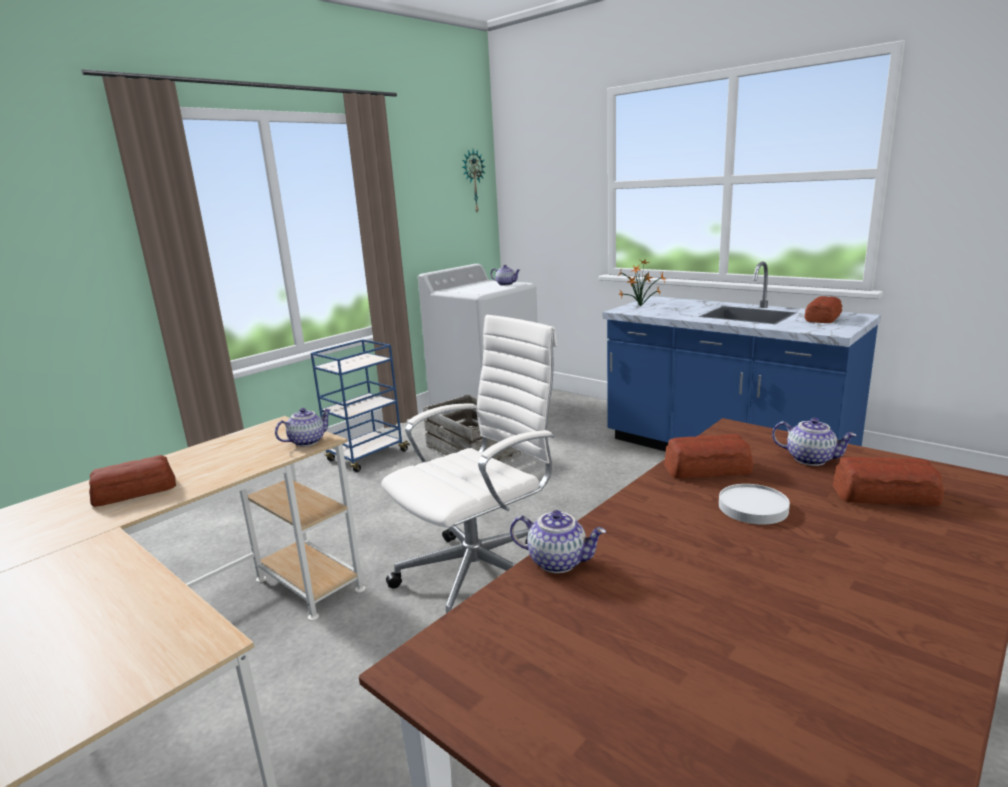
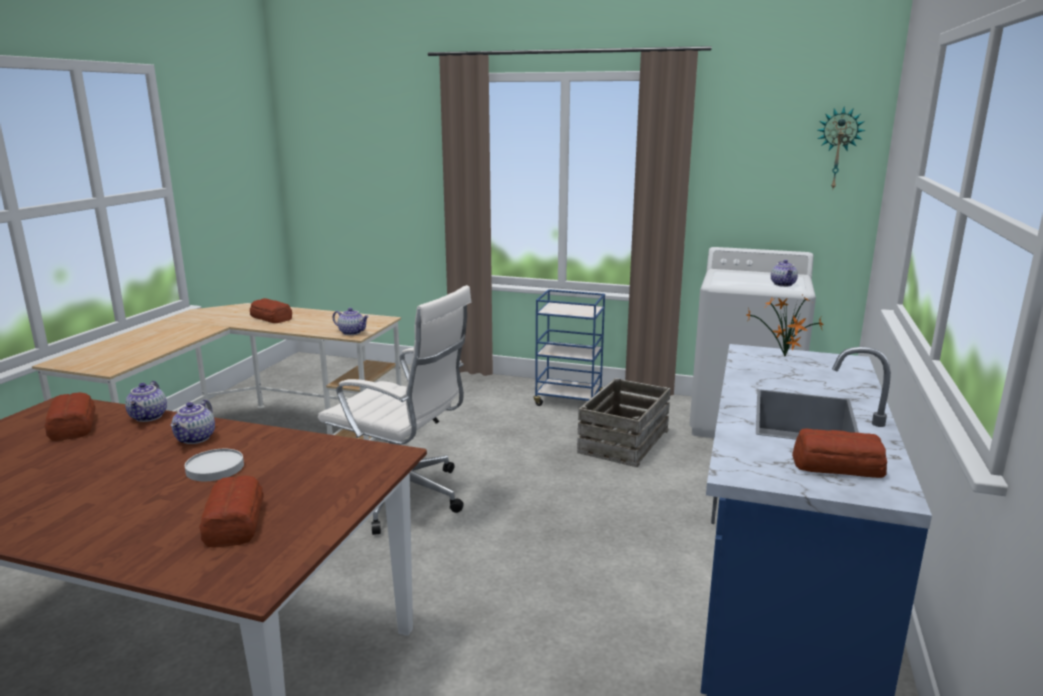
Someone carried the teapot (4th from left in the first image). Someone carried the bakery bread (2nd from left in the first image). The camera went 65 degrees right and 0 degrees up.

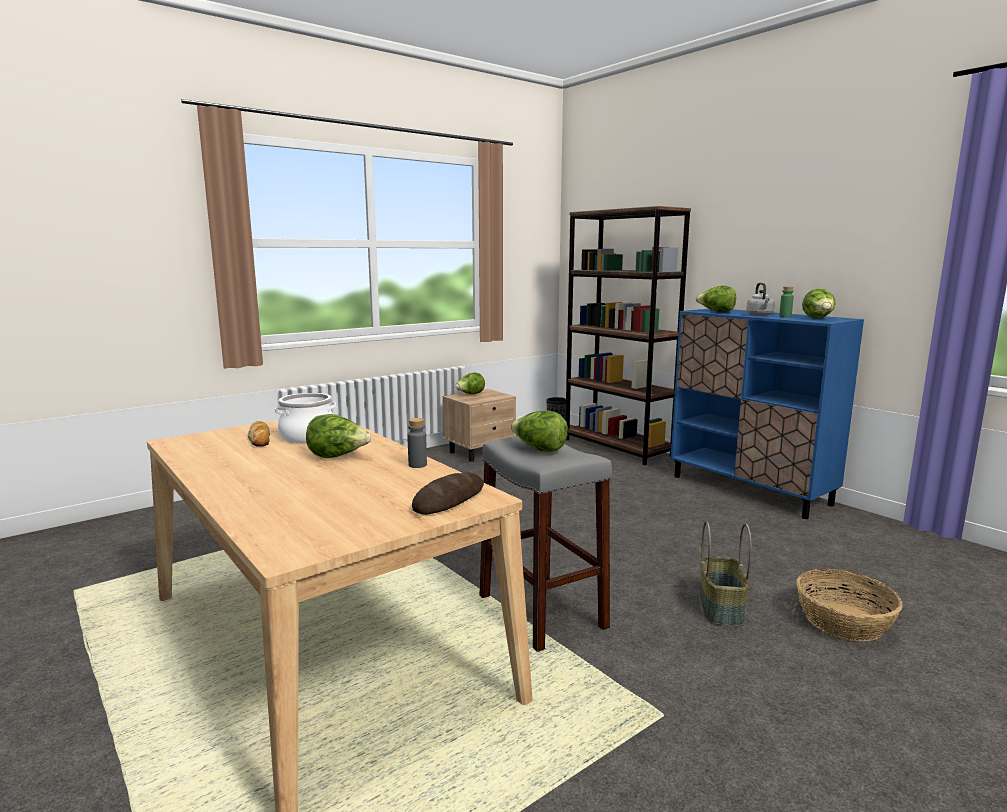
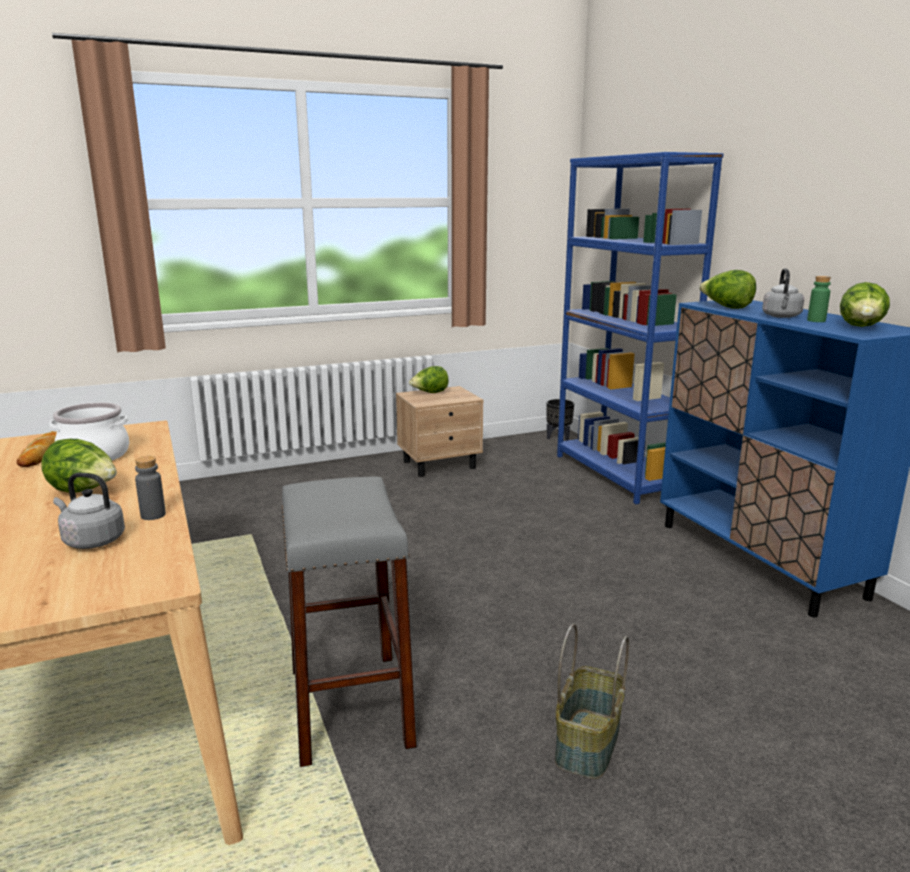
Someone repainted the brown-coloured bookcase, which became the blue-coloured bookcase. Someone took away the lettuce head (3rd from left). Someone took away the bakery bread (2nd from left). Someone took away the storage basket (2nd from left). Someone put down the grey kettle (1st from left). The camera went 15 degrees right and 5 degrees up.

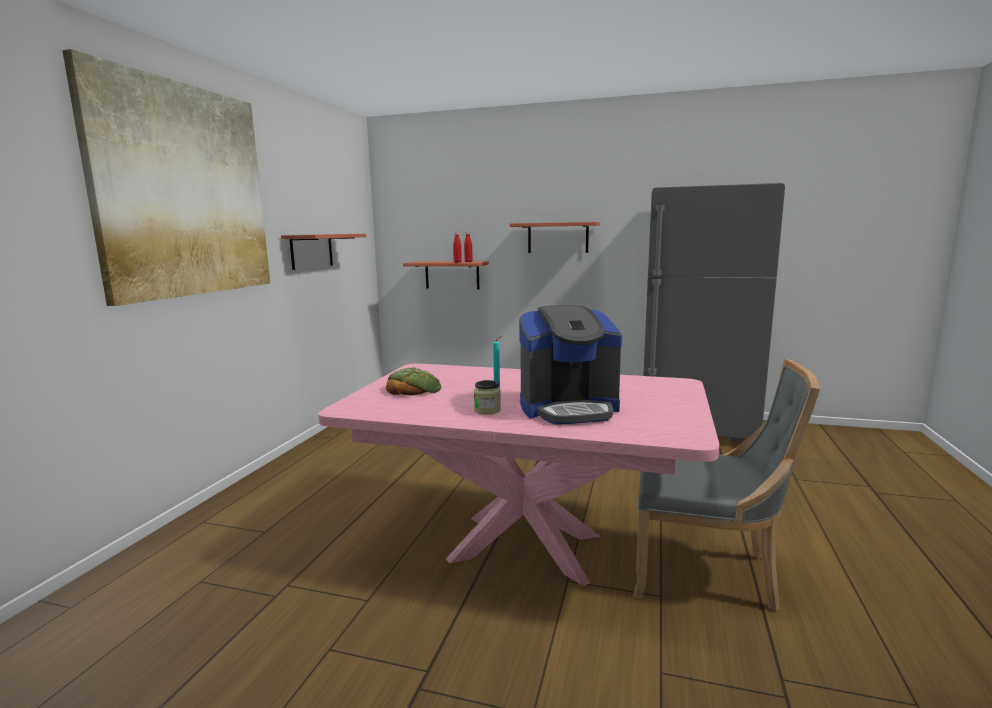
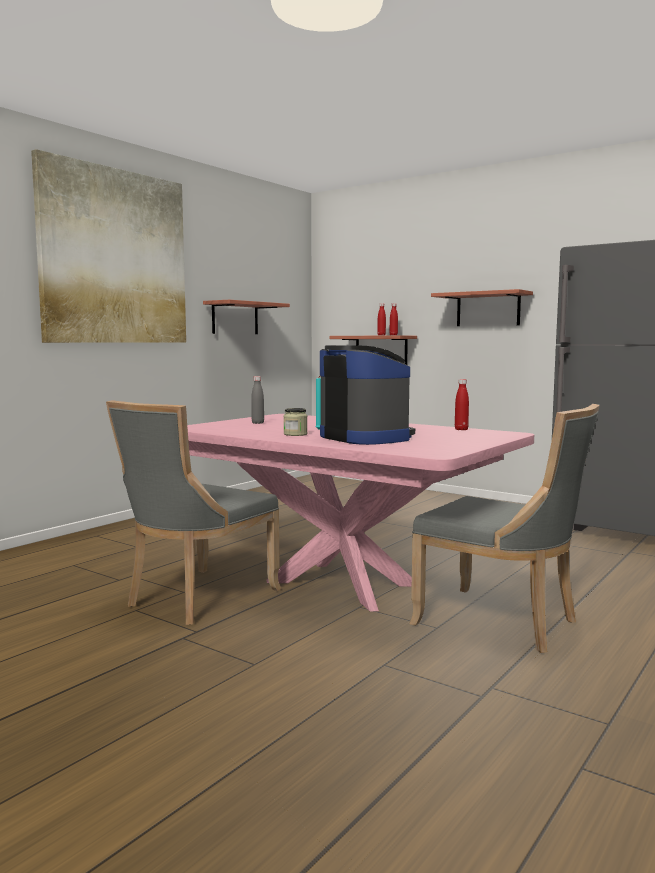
Someone rotated the coffee brewer by 135 degrees counterclockwise. Someone swapped the bakery bread for the grey beverage bottle. Someone put down the red beverage bottle (3rd from left). Someone put down the grey chair (1st from left). The camera went 20 degrees right and 5 degrees down.

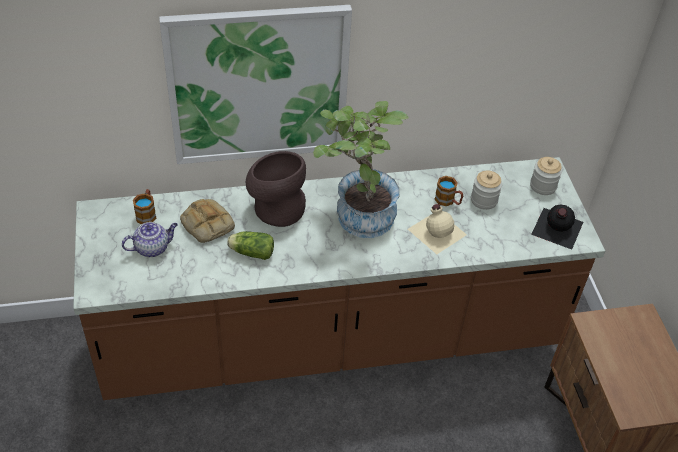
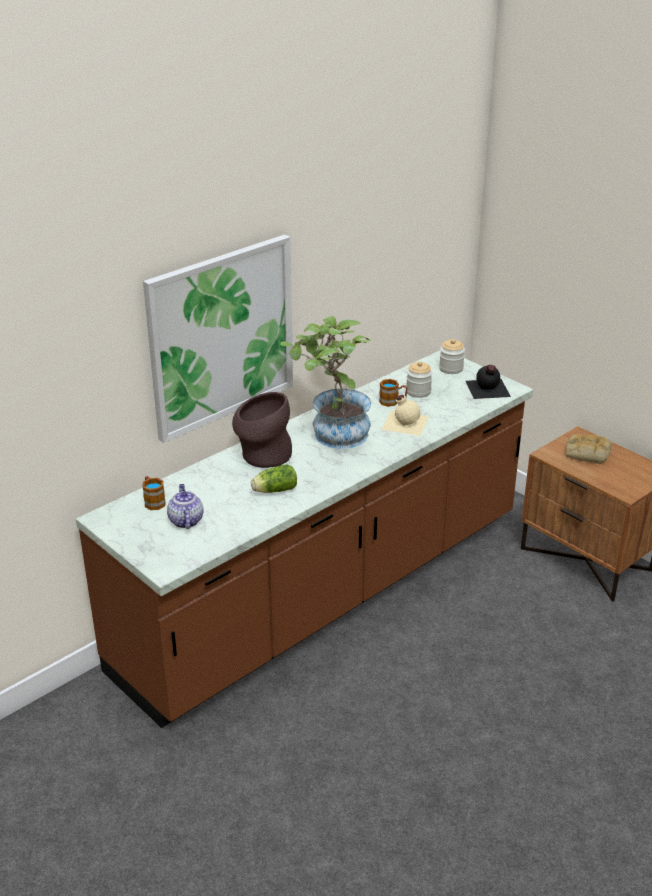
Someone carried the bakery bread. Someone rotated the teapot by 45 degrees counterclockwise. The camera went 30 degrees left and 15 degrees down.

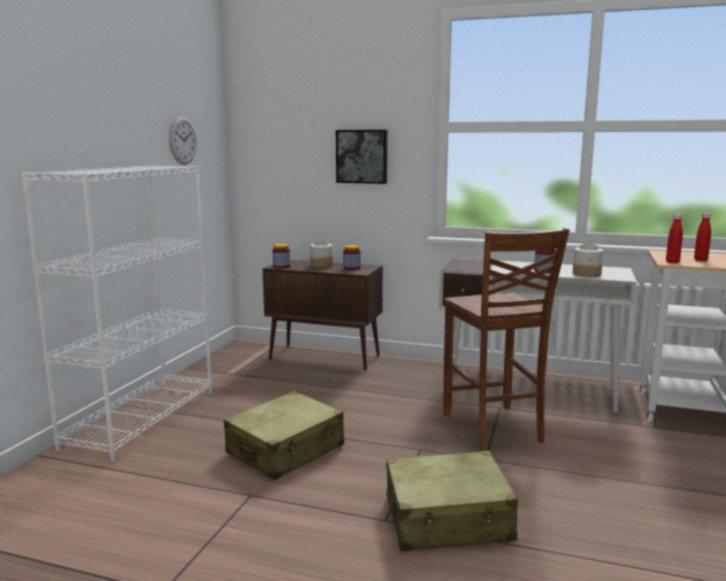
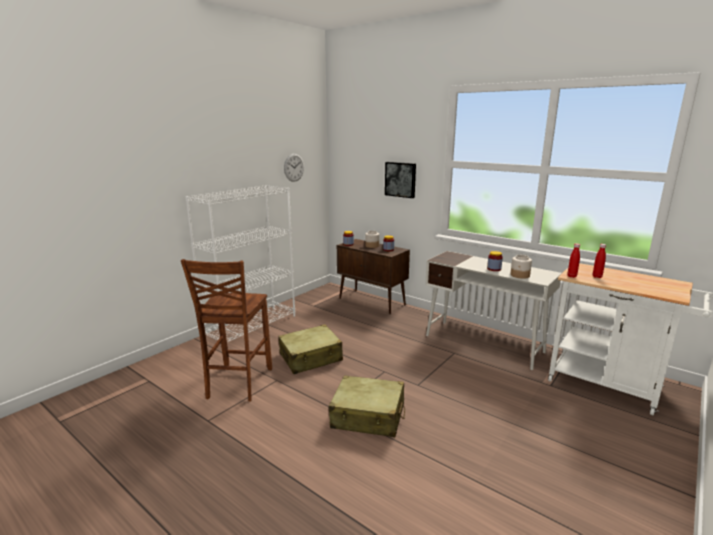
Someone carried the brown-coloured chair. The camera went 20 degrees right and 5 degrees up.

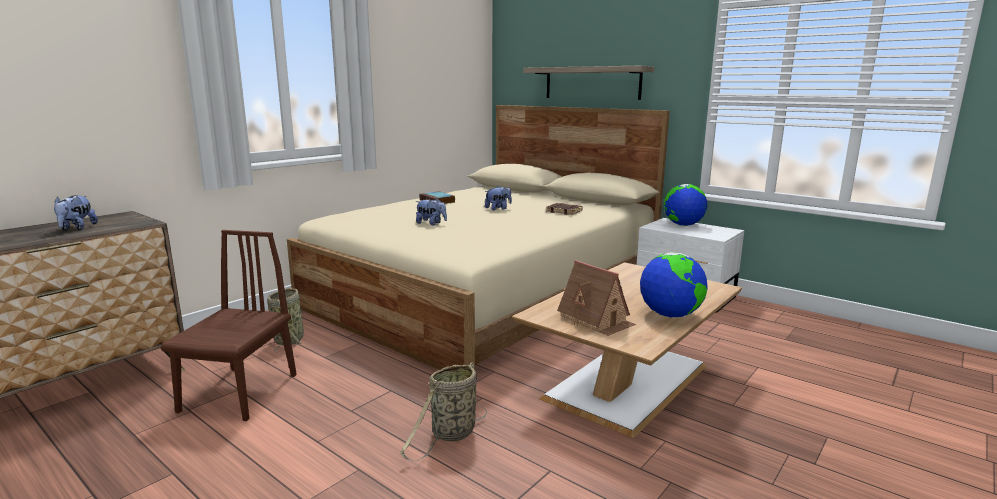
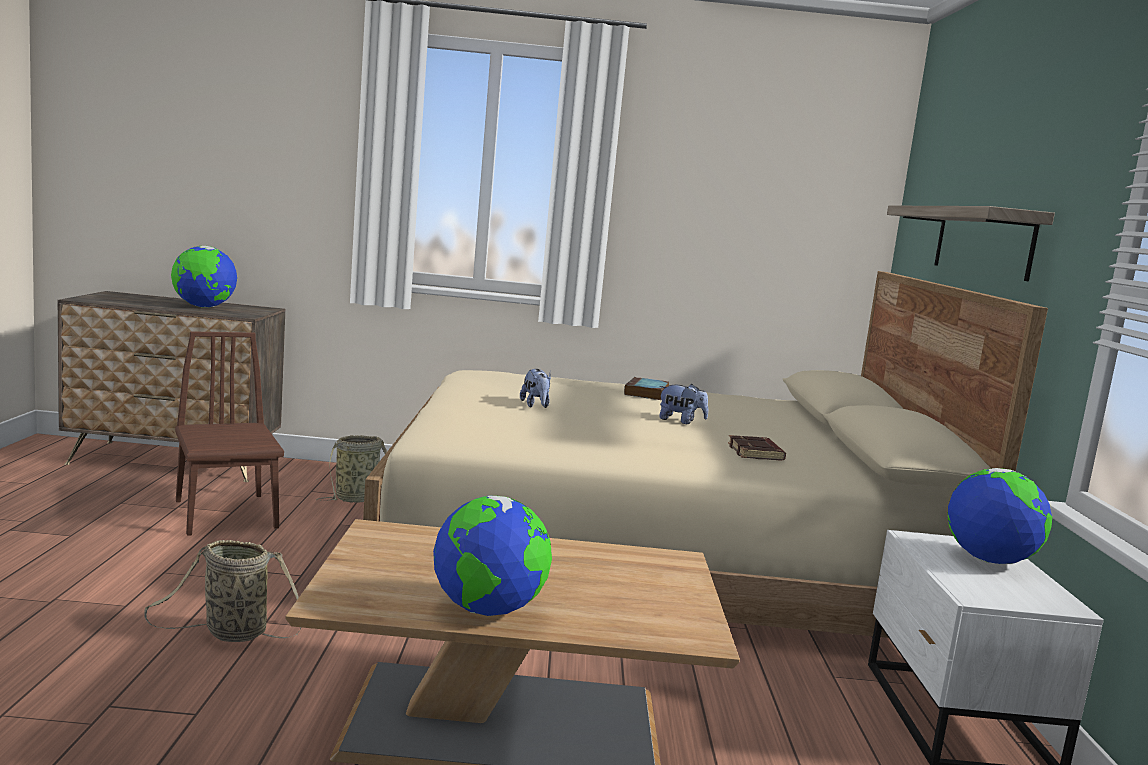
Someone swapped the cuddly toy (1st from left) for the desk globe (1st from left). Someone rotated the brown-coloured chair by 90 degrees counterclockwise. Someone took away the miniature house. The camera went 50 degrees right and 5 degrees down.

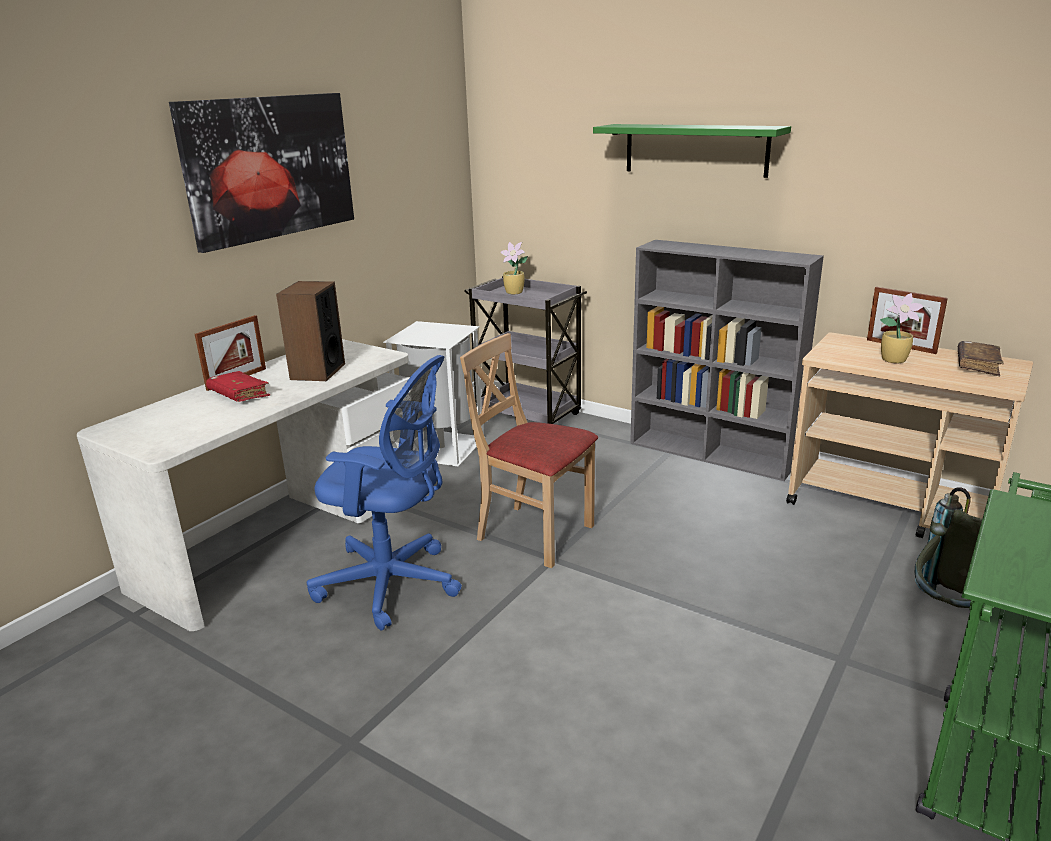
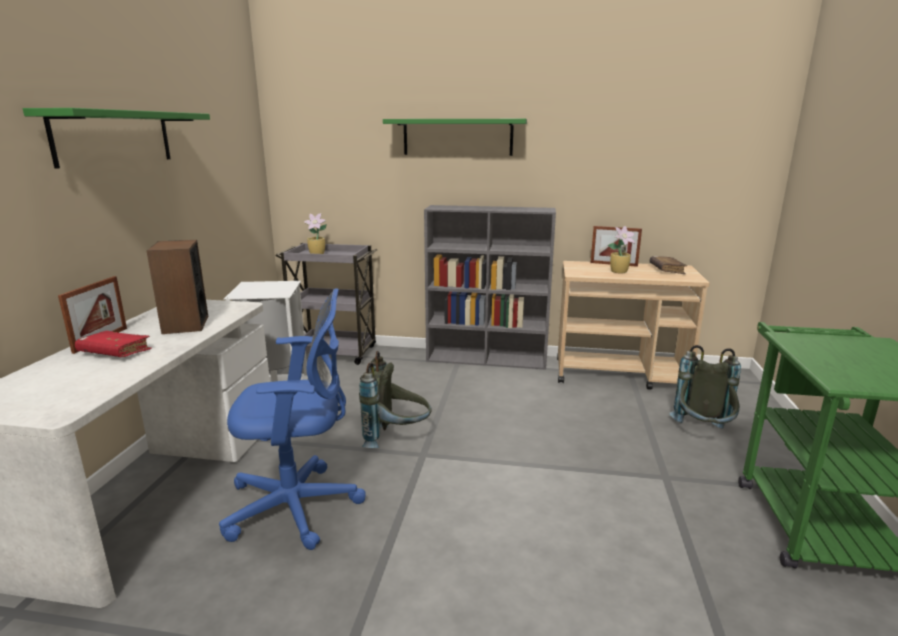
Someone swapped the wall picture for the greenish bracket shelf (1st from left). Someone swapped the sand-coloured chair for the grey rucksack (1st from left). The camera went 25 degrees left and 5 degrees down.

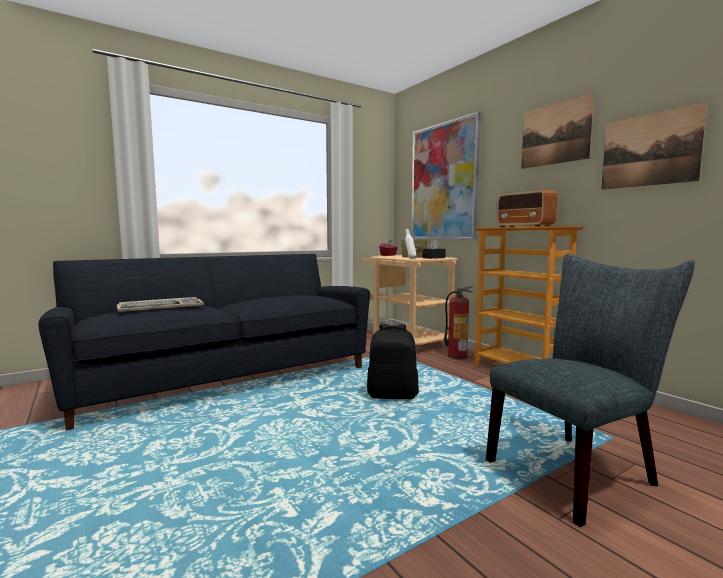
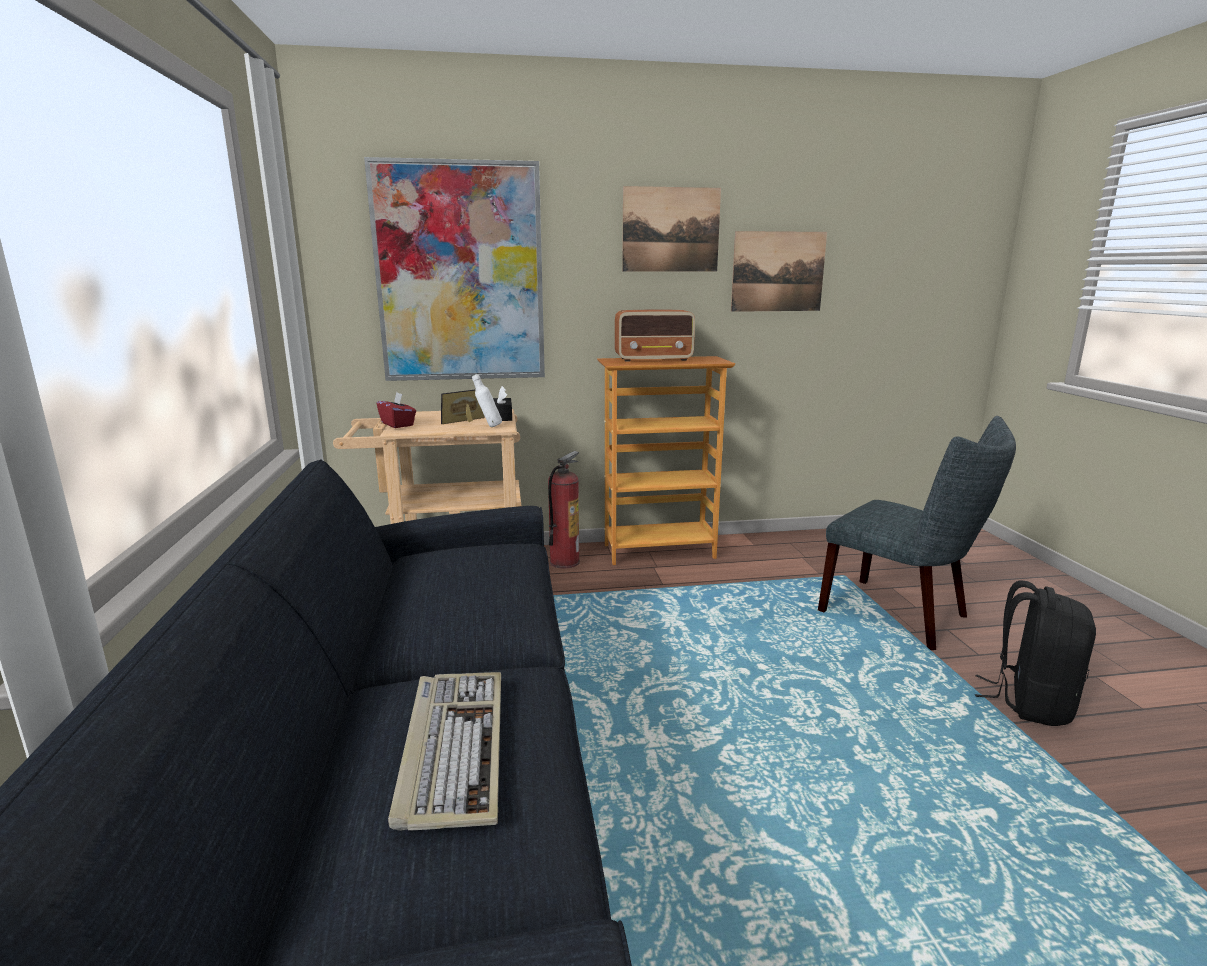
Someone rotated the grey chair by 135 degrees clockwise. Someone carried the black rucksack. The camera went 65 degrees left and 10 degrees up.

